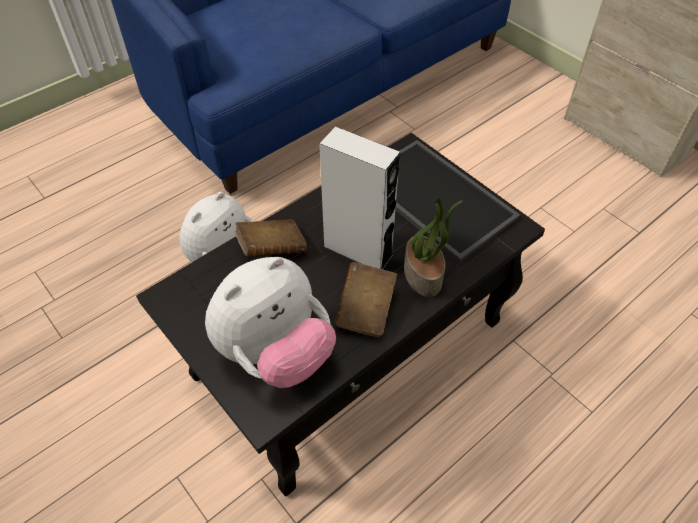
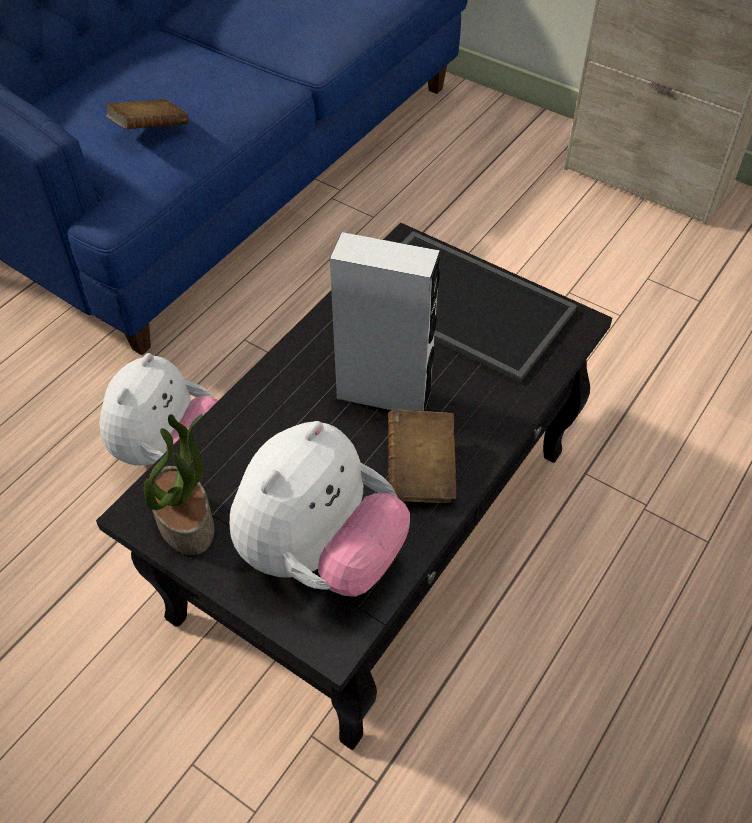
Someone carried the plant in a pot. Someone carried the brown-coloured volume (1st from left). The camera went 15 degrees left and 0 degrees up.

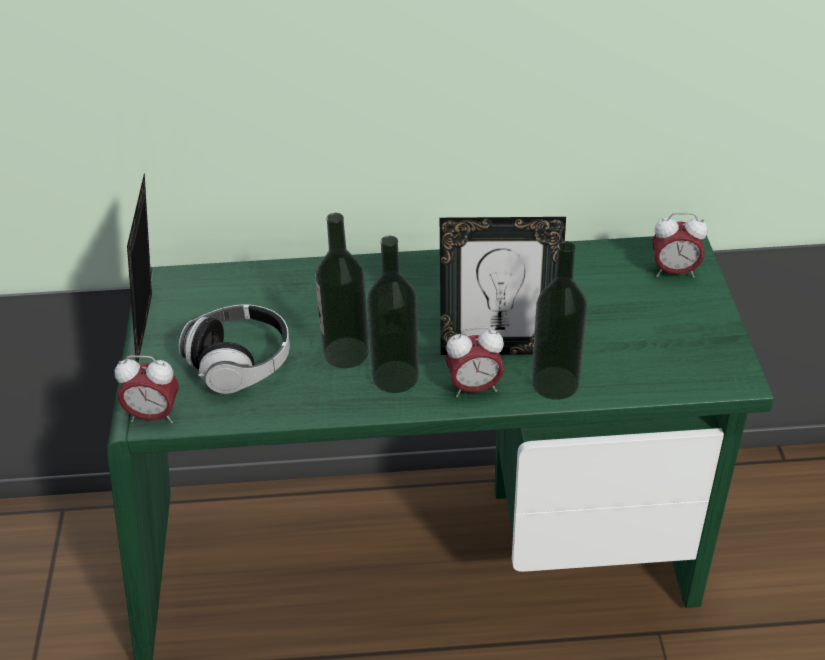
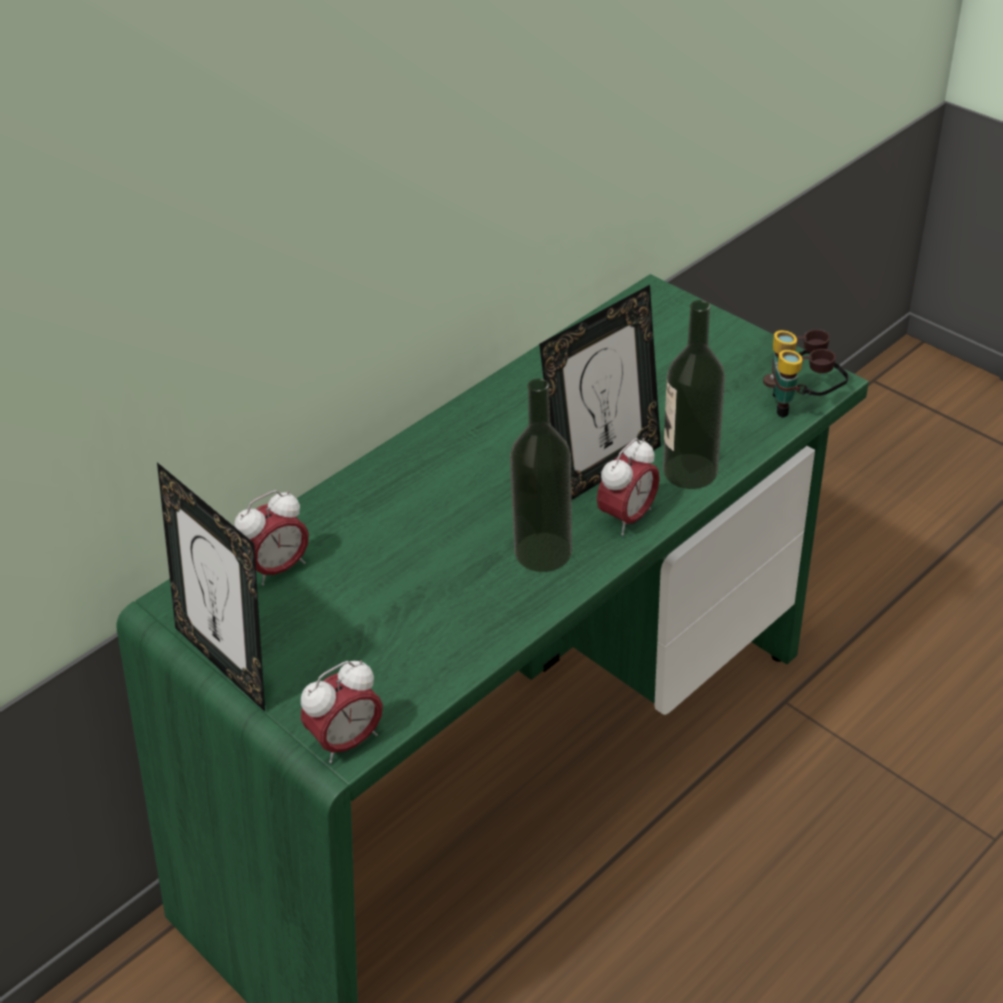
Someone took away the beverage bottle (1st from left). Someone carried the alarm clock (3rd from left in the first image). Someone took away the pair of headphones. Someone put down the pair of binoculars. The camera went 40 degrees left and 0 degrees up.

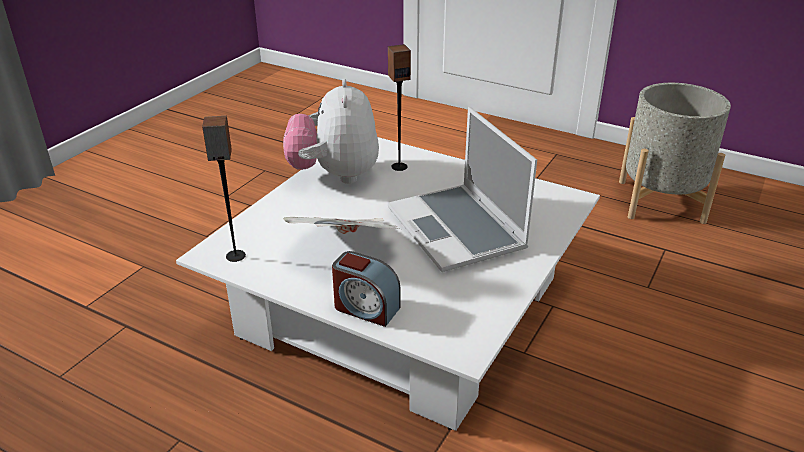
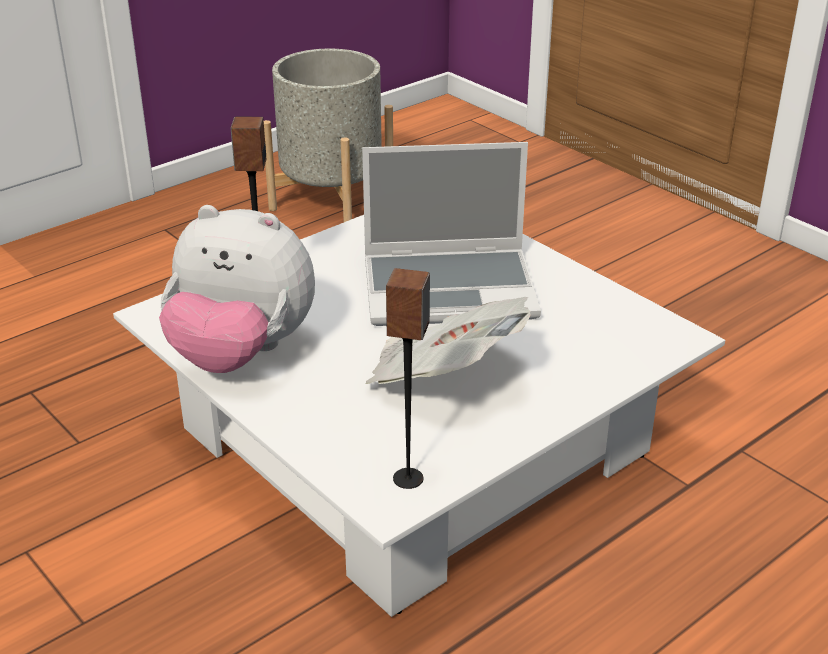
Someone took away the alarm clock. The camera went 70 degrees left and 0 degrees up.

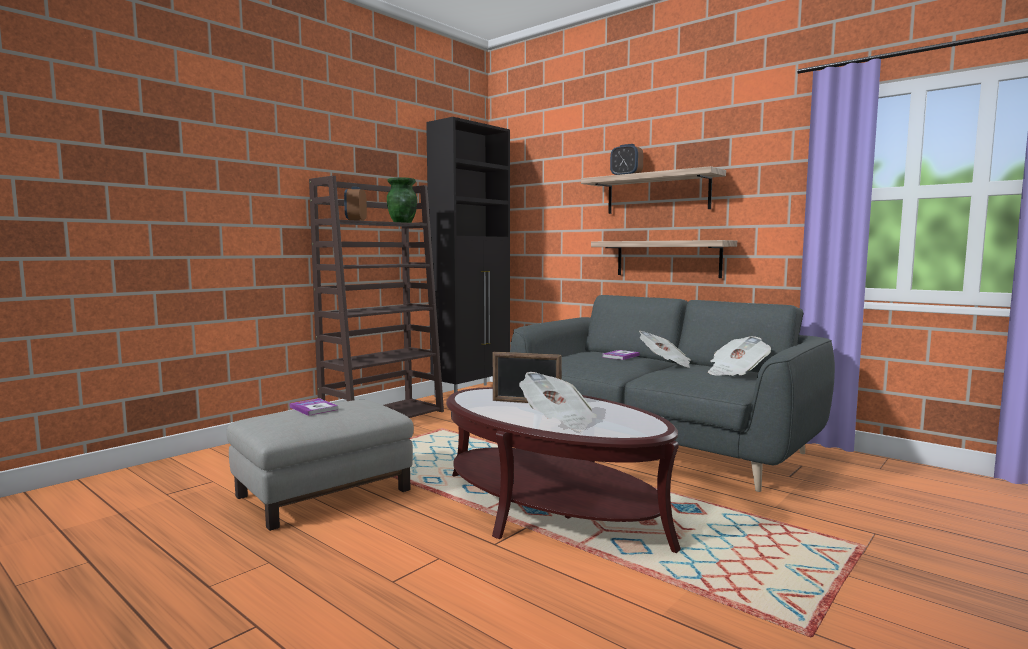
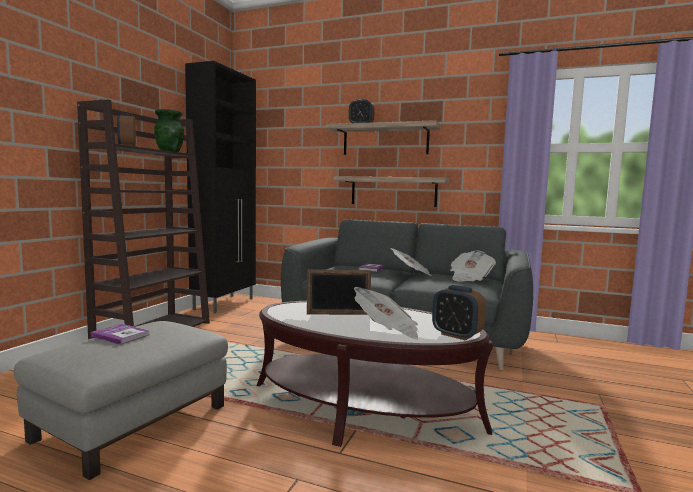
Someone put down the alarm clock (3rd from left). The camera went 20 degrees left and 0 degrees up.

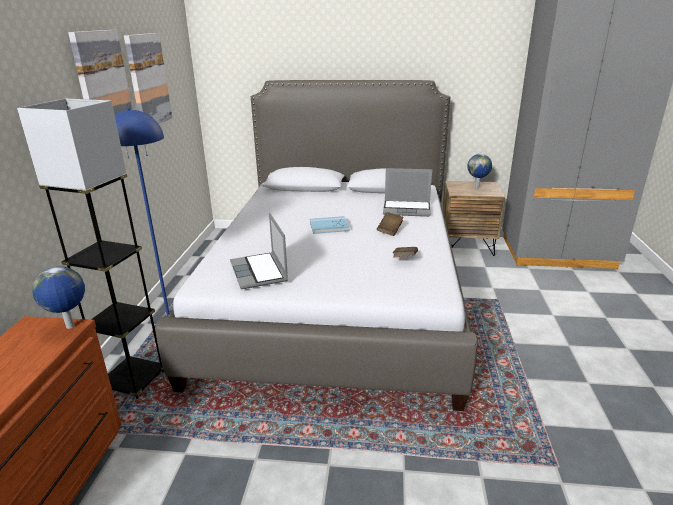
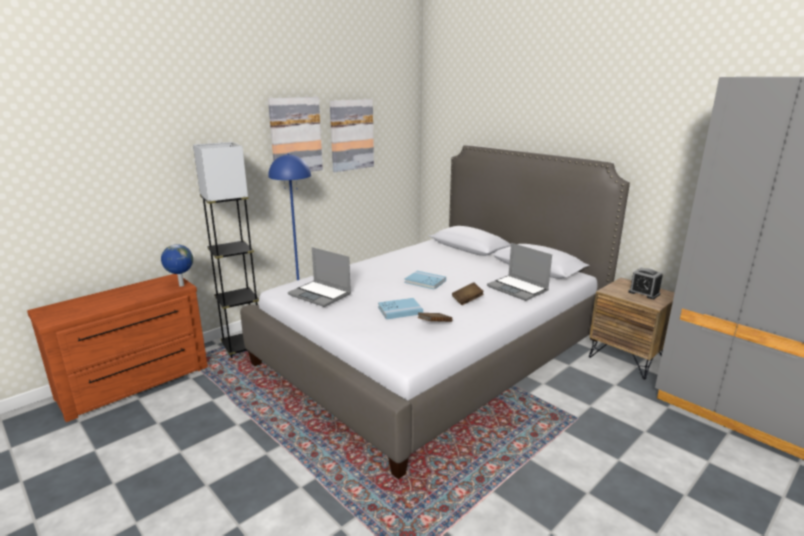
Someone swapped the desk globe (2nd from left) for the alarm clock. Someone rotated the portable computer (1st from left) by 75 degrees counterclockwise. Someone put down the blue-coloured volume (1st from left). The camera went 40 degrees right and 5 degrees down.

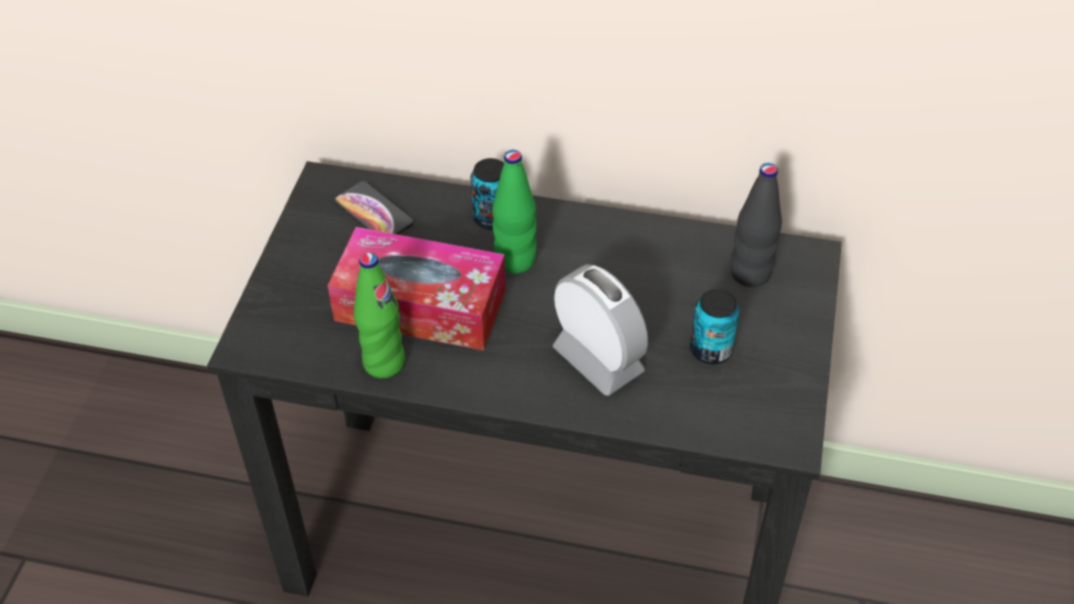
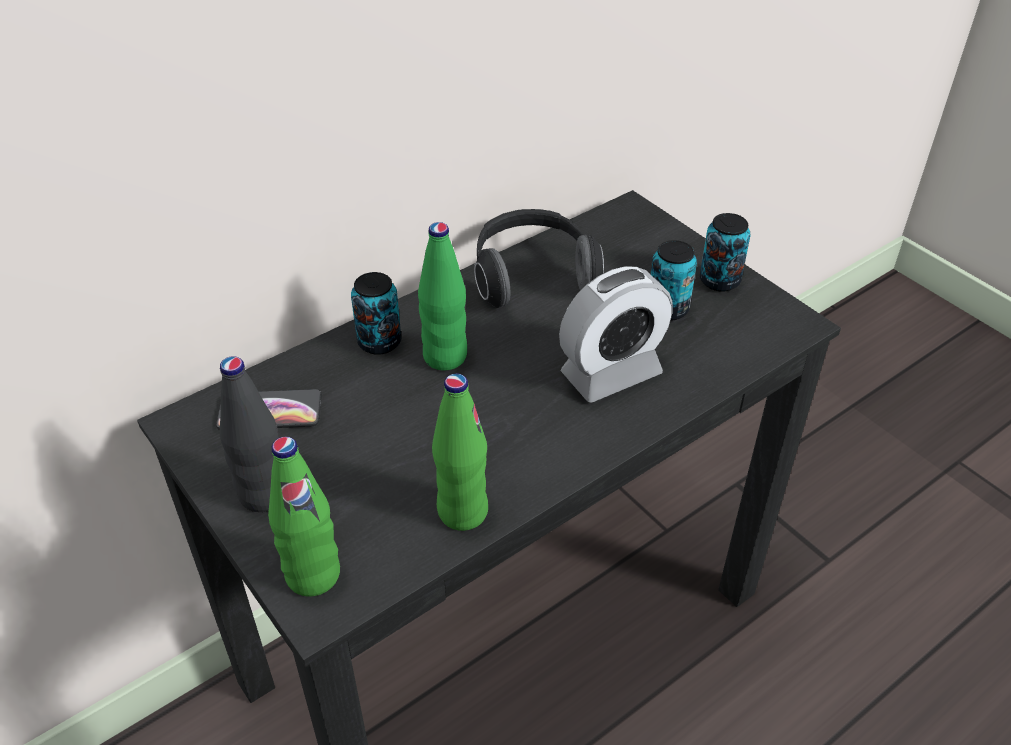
Someone carried the black beverage bottle. Someone took away the tissue box. Someone rotated the alarm clock by 150 degrees clockwise. Someone put down the pair of headphones. Someone put down the sealed can (3rd from left). Someone put down the greenish beverage bottle (1st from left). The camera went 50 degrees left and 5 degrees down.

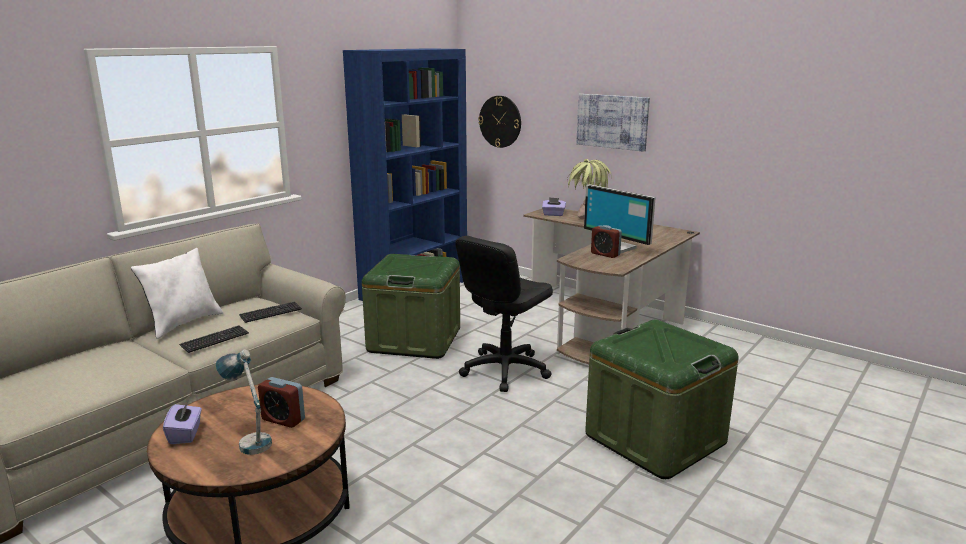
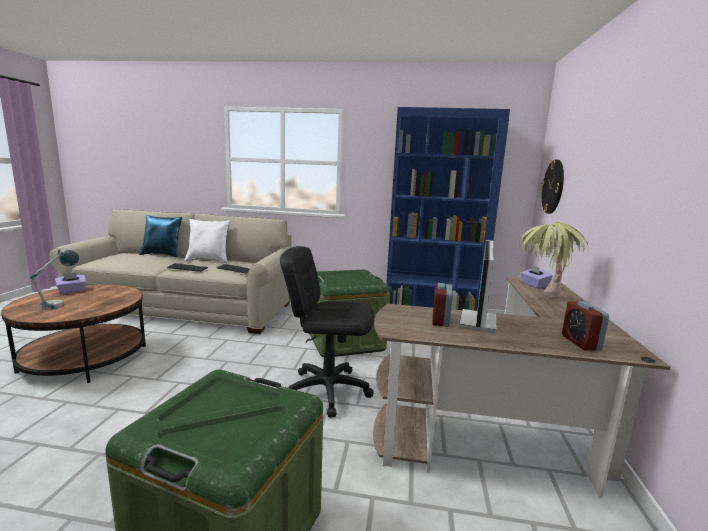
Someone took away the wall picture. Someone carried the alarm clock (1st from left in the first image). Someone put down the blue-coloured pillow. The camera went 60 degrees right and 5 degrees down.

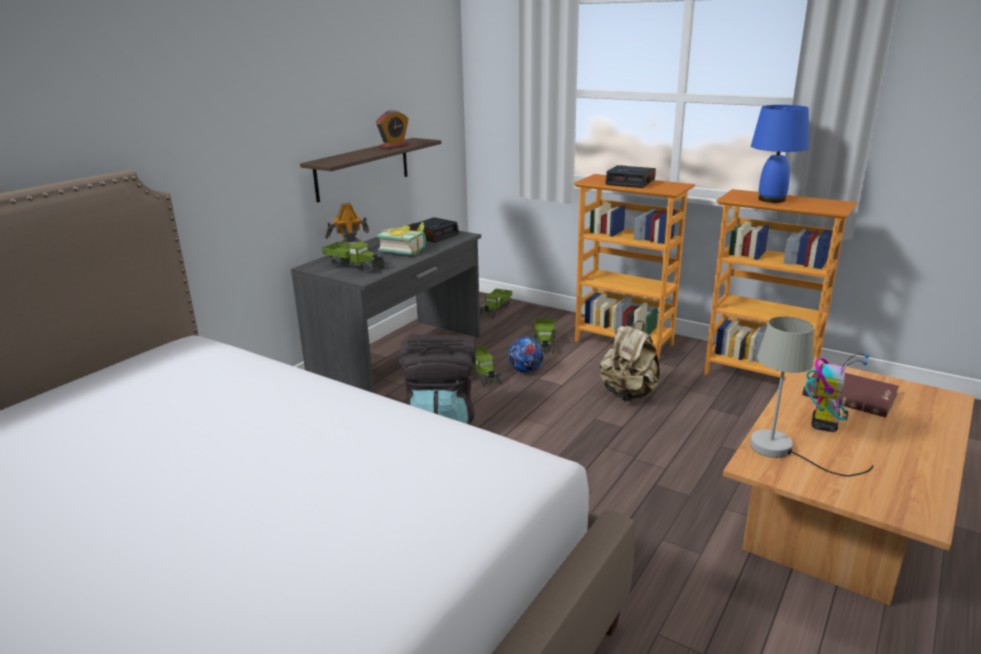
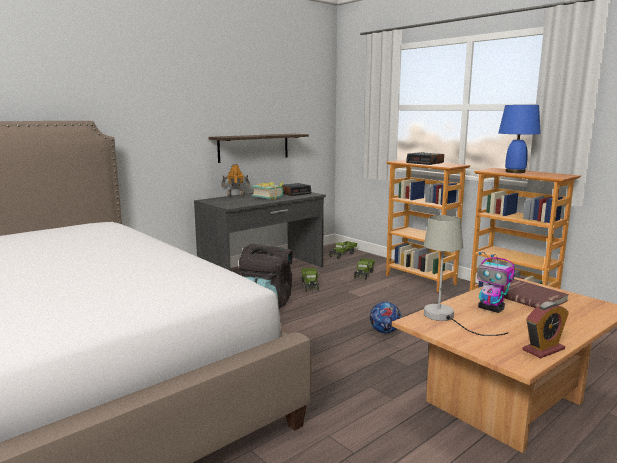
Someone carried the alarm clock (1st from left in the first image). Someone took away the toy truck (1st from left). Someone took away the sand-coloured rucksack. Someone carried the ball for football. Someone rotated the toy robot (2nd from left) by 90 degrees clockwise. The camera went 15 degrees right and 10 degrees down.

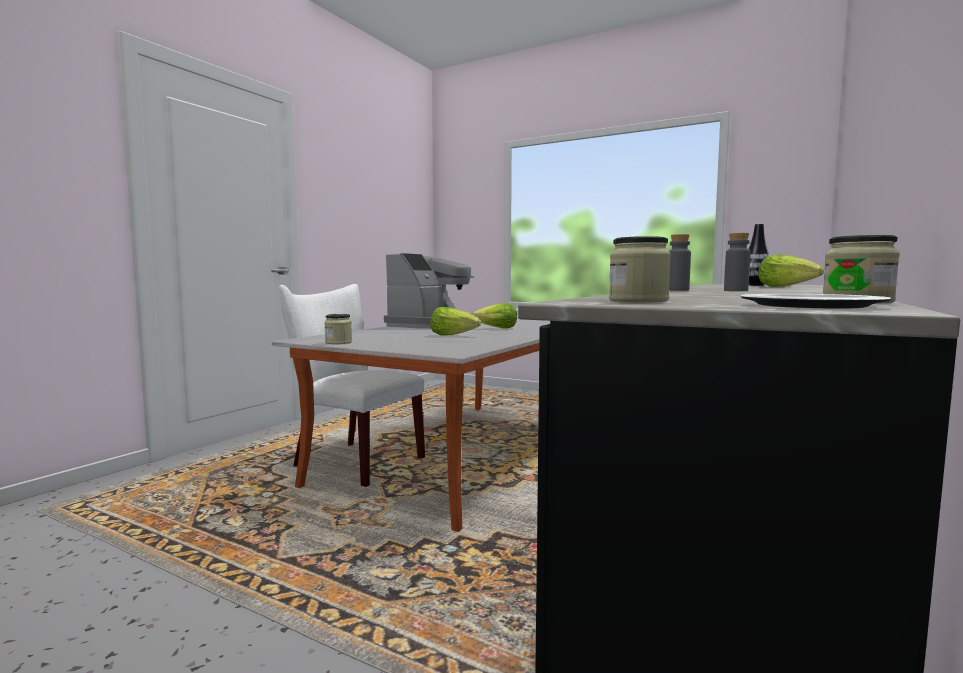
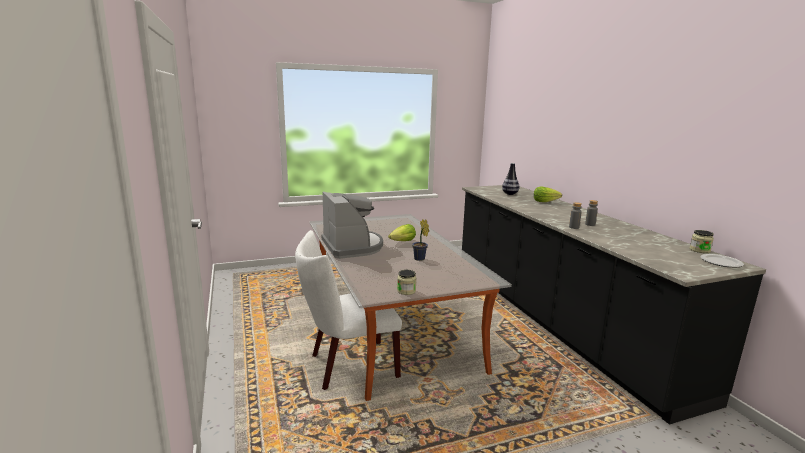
Someone took away the storage jar (2nd from left). Someone swapped the lettuce head (1st from left) for the plant in a pot. The camera went 50 degrees left and 10 degrees up.

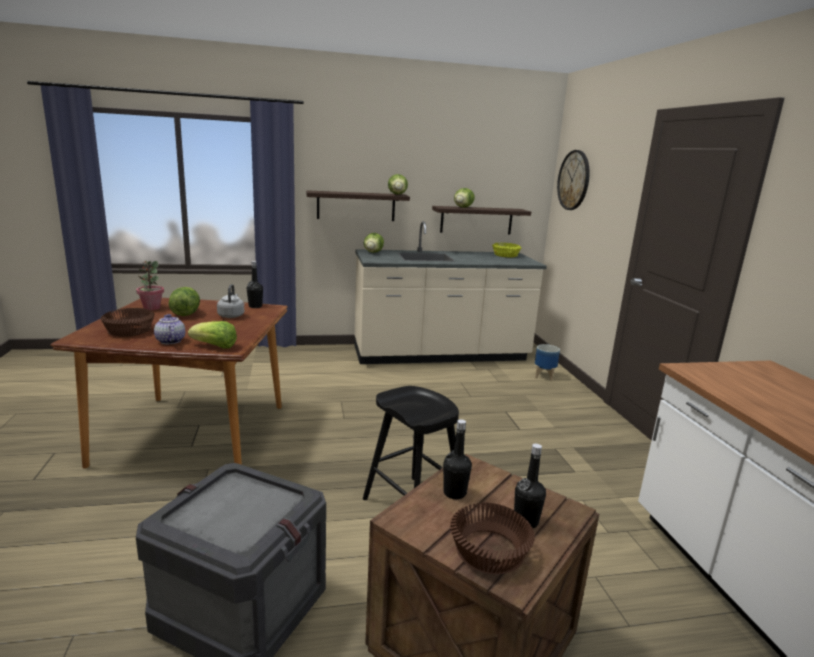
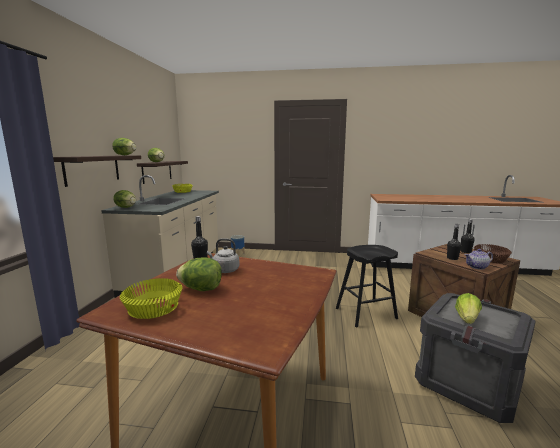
Someone took away the hanging clock. Someone swapped the plant in a pot for the yellow-coloured deep dish (1st from left). Someone took away the brown-coloured deep dish (1st from left). Someone carried the teapot. Someone carried the lettuce head (2nd from left in the first image). The camera went 70 degrees left and 5 degrees down.

